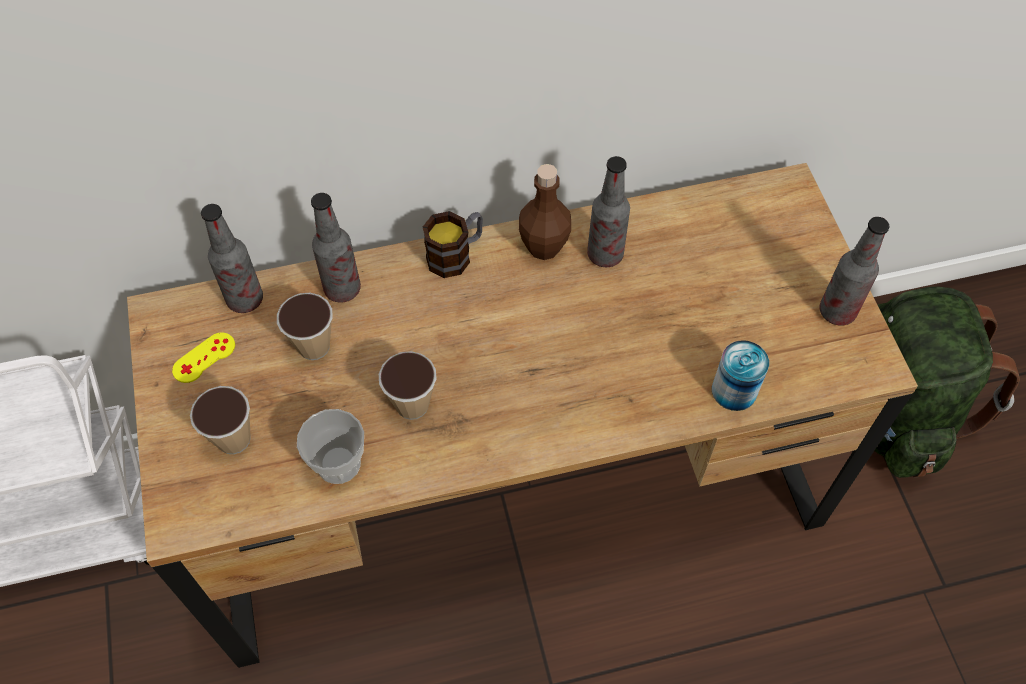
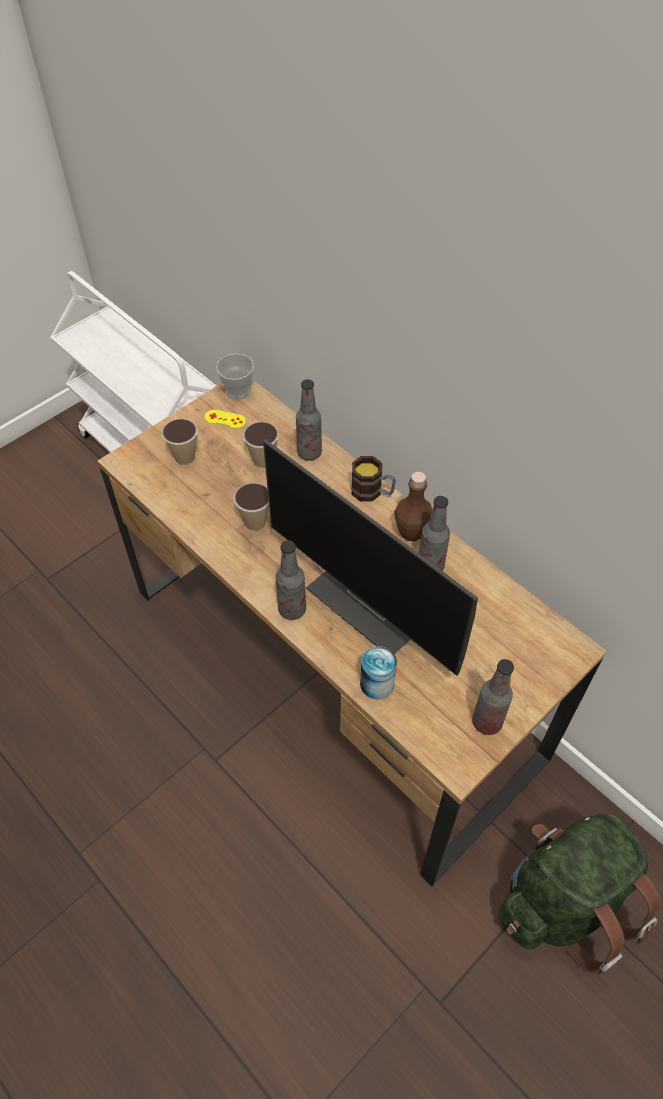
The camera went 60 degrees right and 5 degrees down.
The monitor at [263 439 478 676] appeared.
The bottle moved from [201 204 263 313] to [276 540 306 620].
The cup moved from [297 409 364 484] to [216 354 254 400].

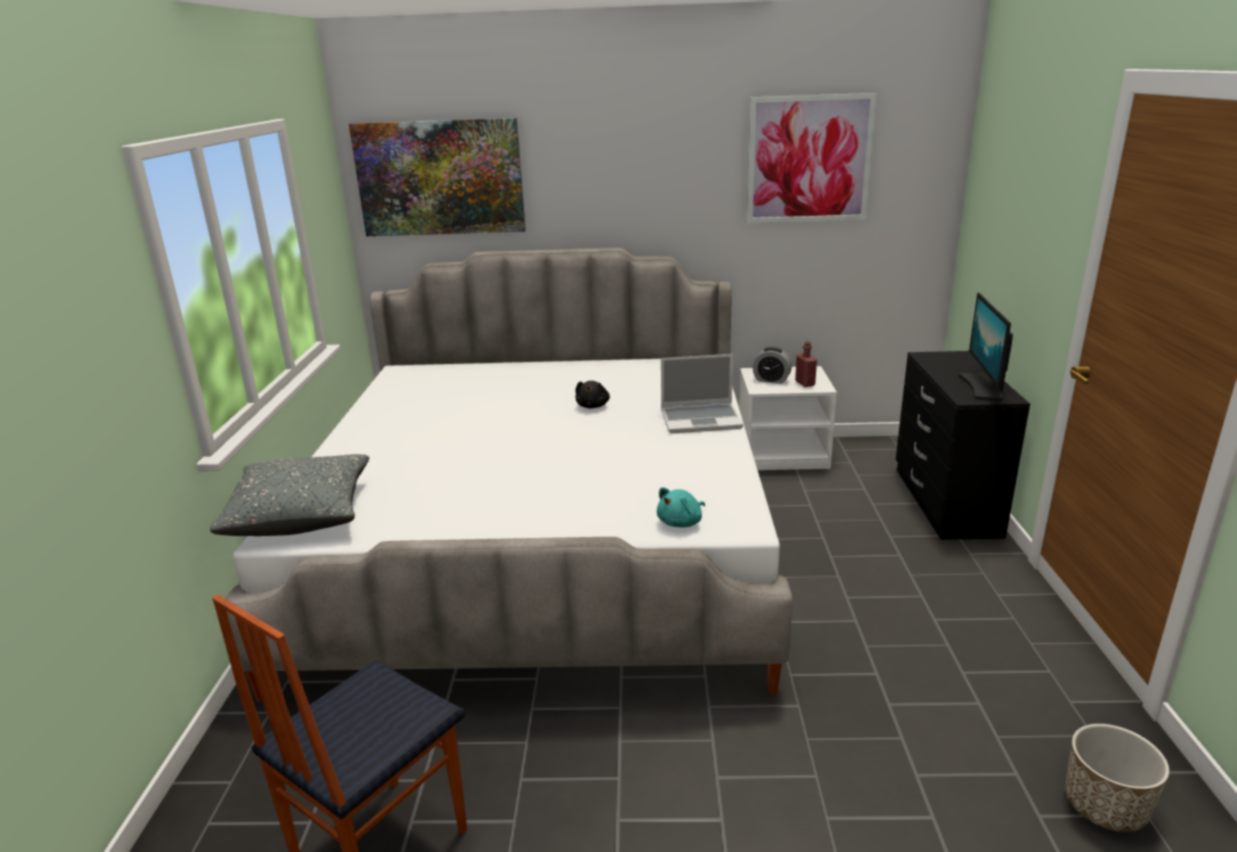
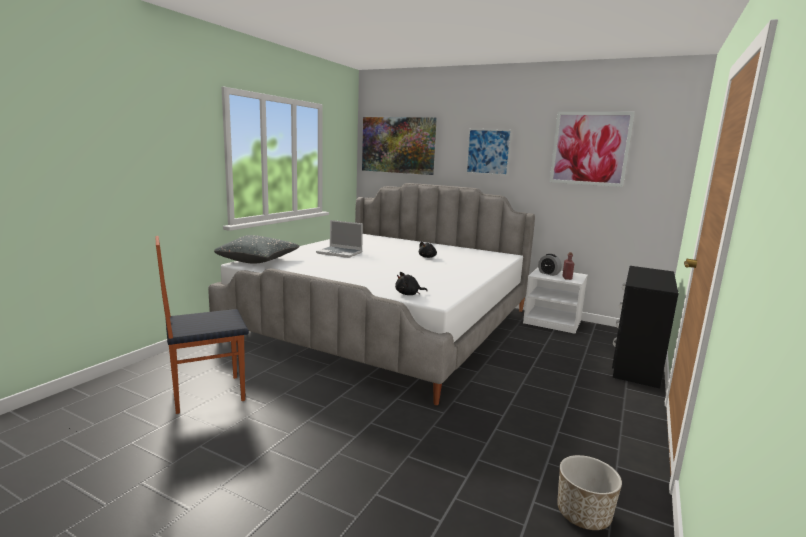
The camera went 25 degrees right and 10 degrees down.
The monitor at [958 293 1013 401] disappeared.
The picture at [465 129 512 176] appeared.
The laptop moved from [661 354 743 433] to [316 220 363 258].
The turquoise plush toy at [657 487 705 528] became the black plush toy at [395 272 428 295].

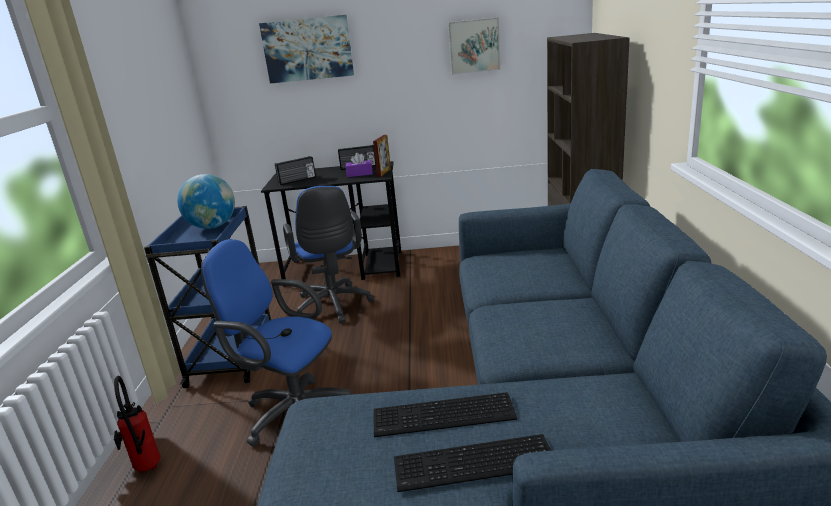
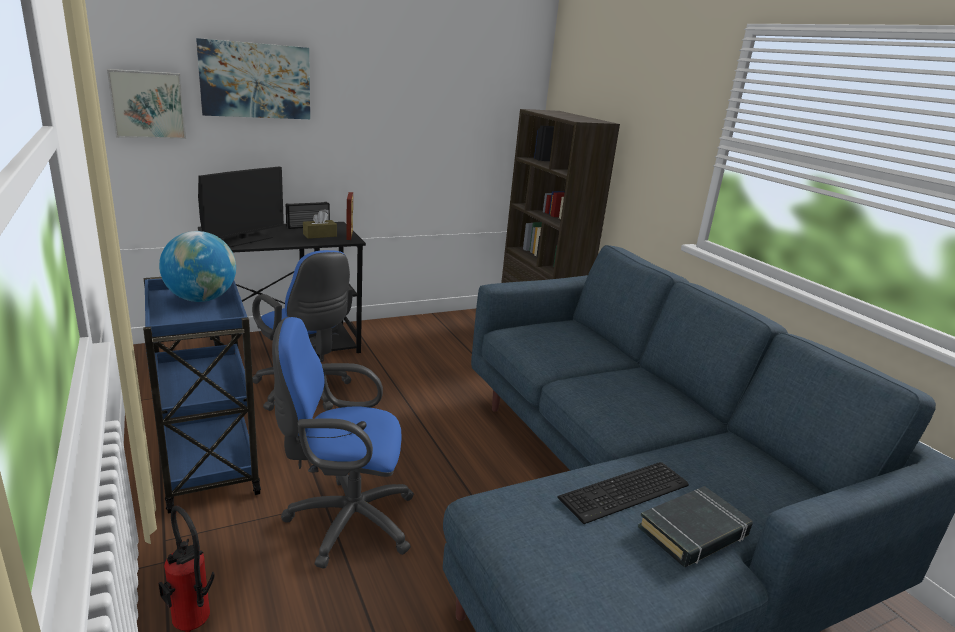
The camera went 30 degrees left and 0 degrees up.
The picture moved from [448 17 501 74] to [107 69 186 139].
The radio at [275 156 316 185] was replaced by the monitor at [198 167 284 247].
The keyboard at [394 434 551 492] was replaced by the black book at [638 486 753 567].
The purple tissue box at [345 153 373 177] became the brown tissue box at [303 211 337 239].

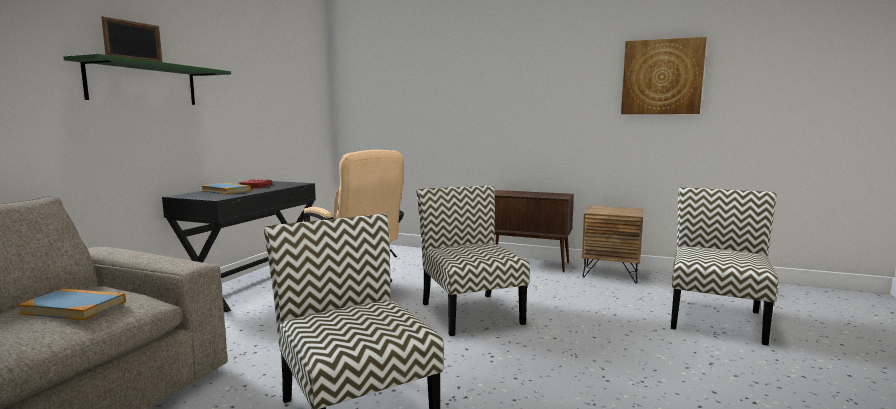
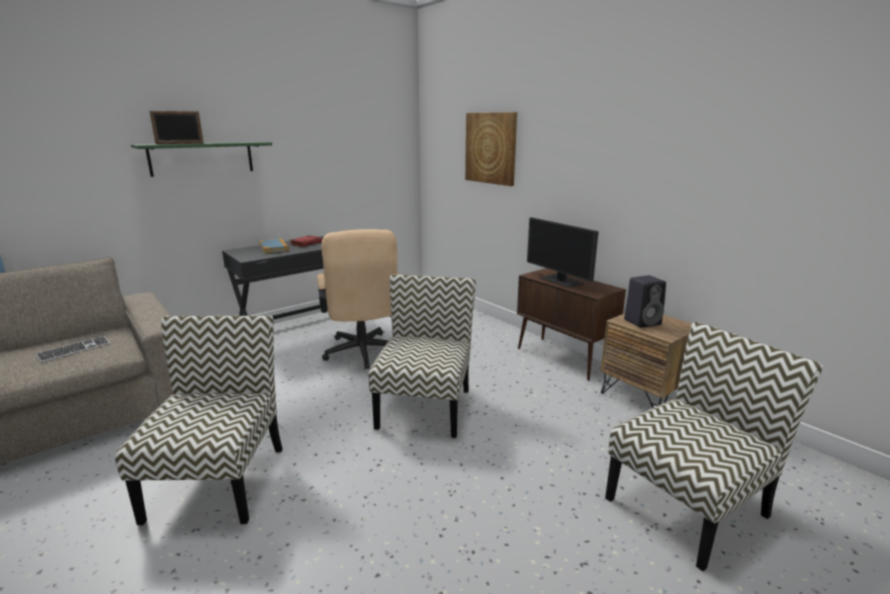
The camera went 30 degrees right and 10 degrees up.
The monitor at [527 217 599 288] appeared.
The black speaker at [624 275 666 328] appeared.
The picture moved from [621 37 707 114] to [465 112 517 186].
The book at [18 289 126 320] was replaced by the keyboard at [36 336 110 362].

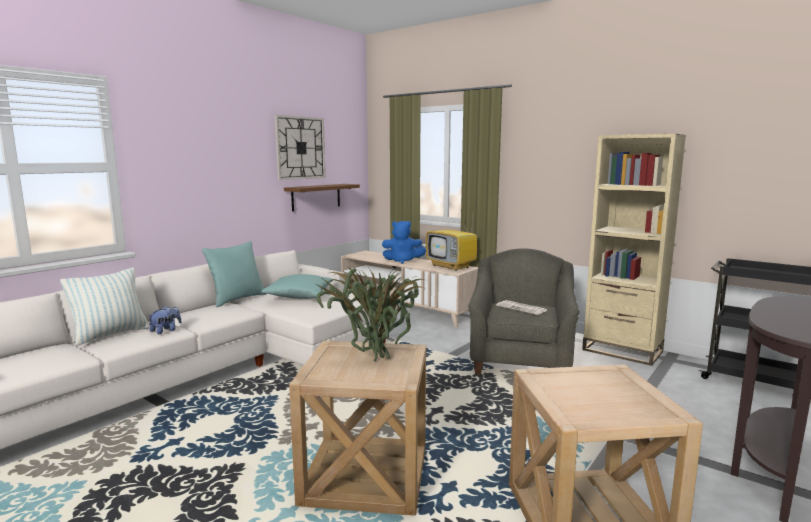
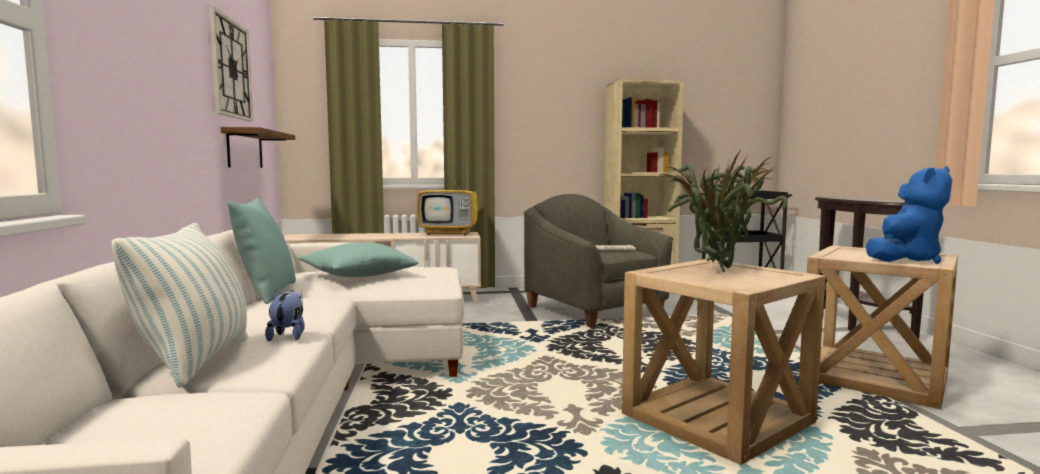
The camera went 45 degrees left and 5 degrees down.
The blue plush toy moved from [382 221 426 264] to [866 166 952 264].

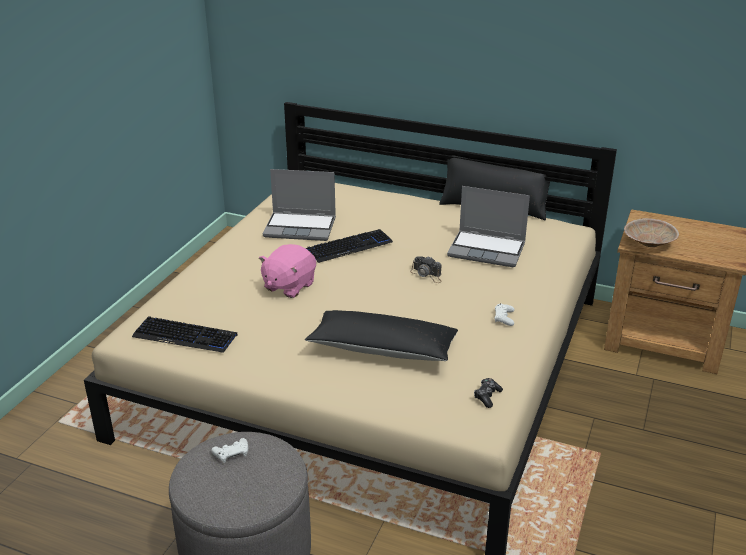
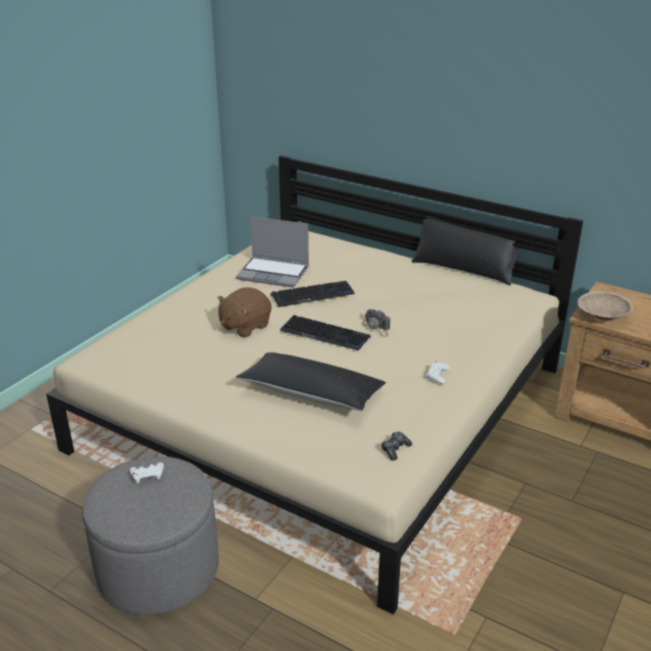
The camera went 10 degrees right and 0 degrees up.
The laptop at [447 186 530 267] disappeared.
The keyboard moved from [132 316 238 353] to [280 315 371 351].
The pink plush toy at [259 244 316 298] became the brown plush toy at [217 287 272 338].

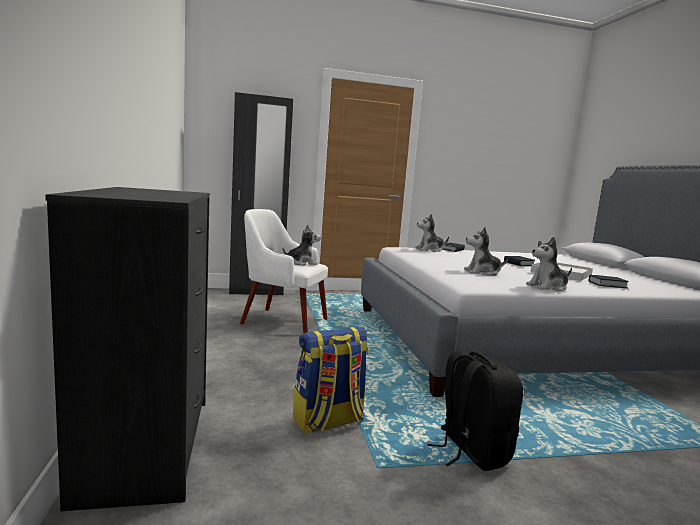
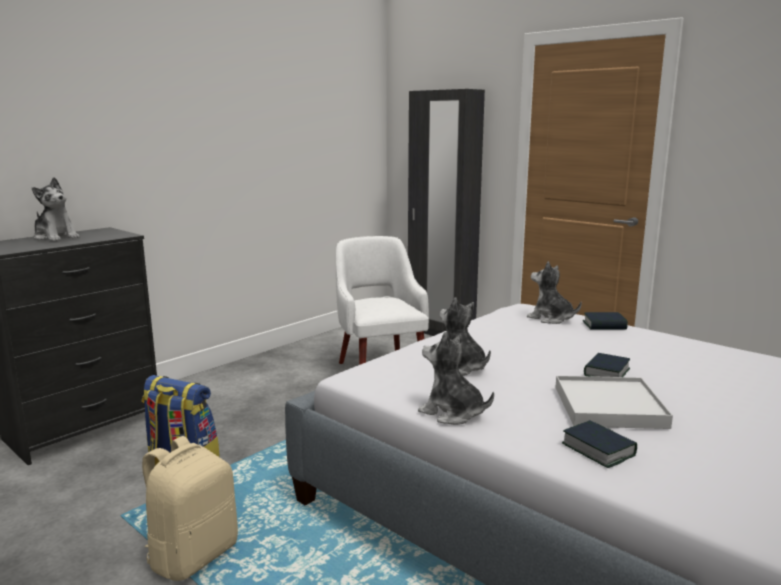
The camera went 55 degrees right and 5 degrees up.
The plush toy moved from [283 224 321 266] to [32 177 80 241].
The black backpack at [427 351 523 471] became the beige backpack at [142 436 238 581].

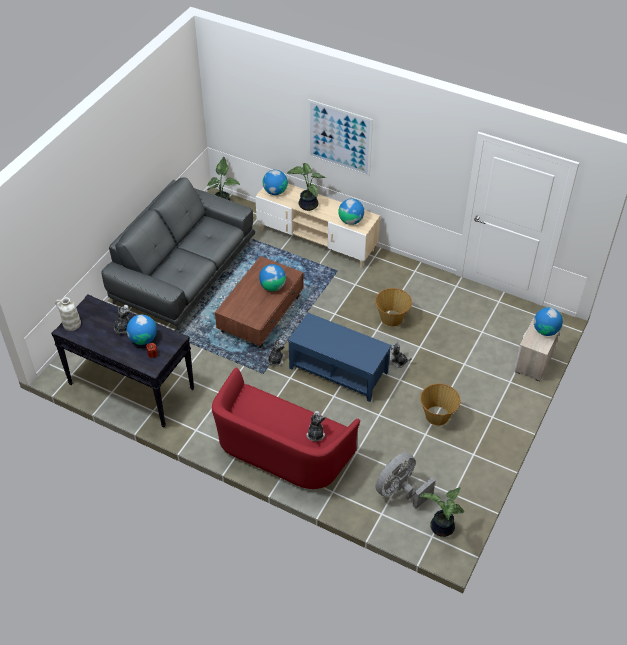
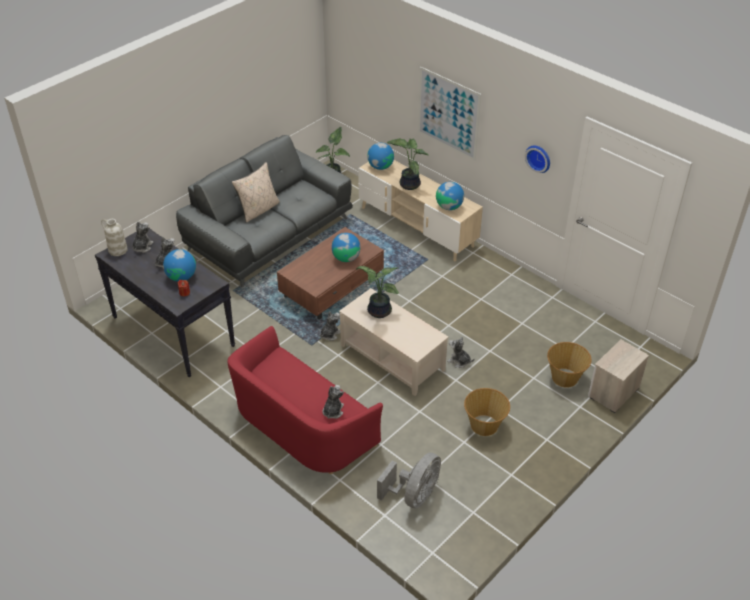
The camera went 15 degrees right and 5 degrees down.
The globe at [534 307 563 336] disappeared.
The plush toy at [133 221 153 253] appeared.
The beige pillow at [232 162 280 223] appeared.
The wall clock at [525 145 550 173] appeared.
The basket moved from [375 288 412 327] to [547 342 592 388].
The potted plant moved from [419 487 464 537] to [356 266 399 318].
The blue coffee table at [288 313 391 402] became the beige coffee table at [339 288 449 396].
The grey fan at [375 452 436 509] turned 150 degrees clockwise.

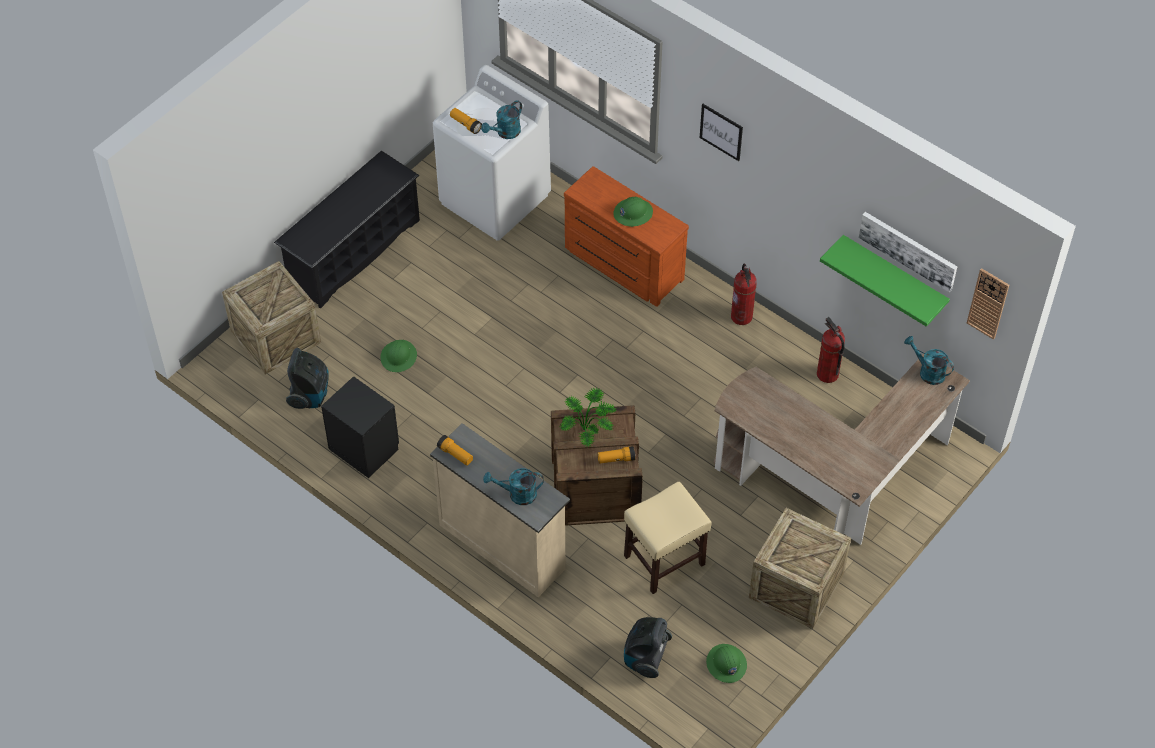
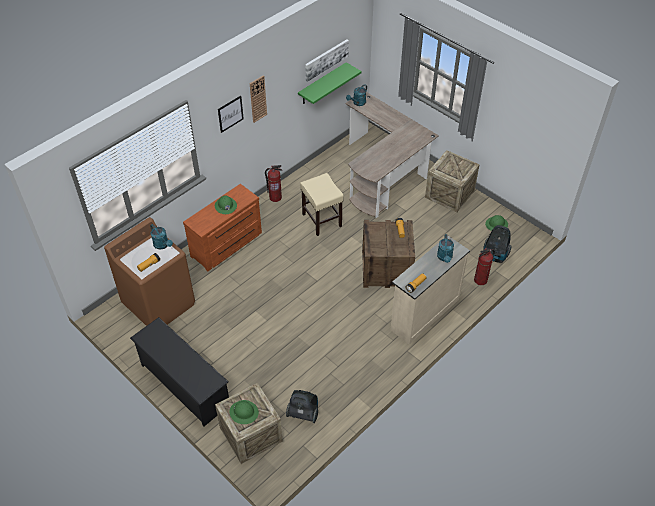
The camera went 85 degrees left and 5 degrees down.
The black nightstand at [321 376 399 478] disappeared.
The potted plant at [560 388 616 447] disappeared.
The green hard hat moved from [380 340 417 372] to [230 400 259 424].
The beige stool moved from [624 482 712 594] to [300 173 344 236].
The fire extinguisher moved from [817 317 845 383] to [474 248 495 285].
The wall clock moved from [967 268 1009 340] to [250 75 267 123].
The white washing machine at [433 65 551 241] became the brown washing machine at [104 217 195 326].

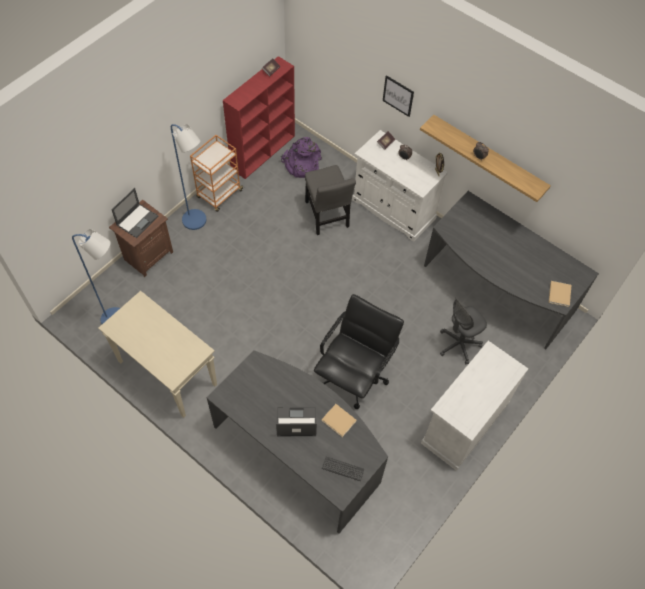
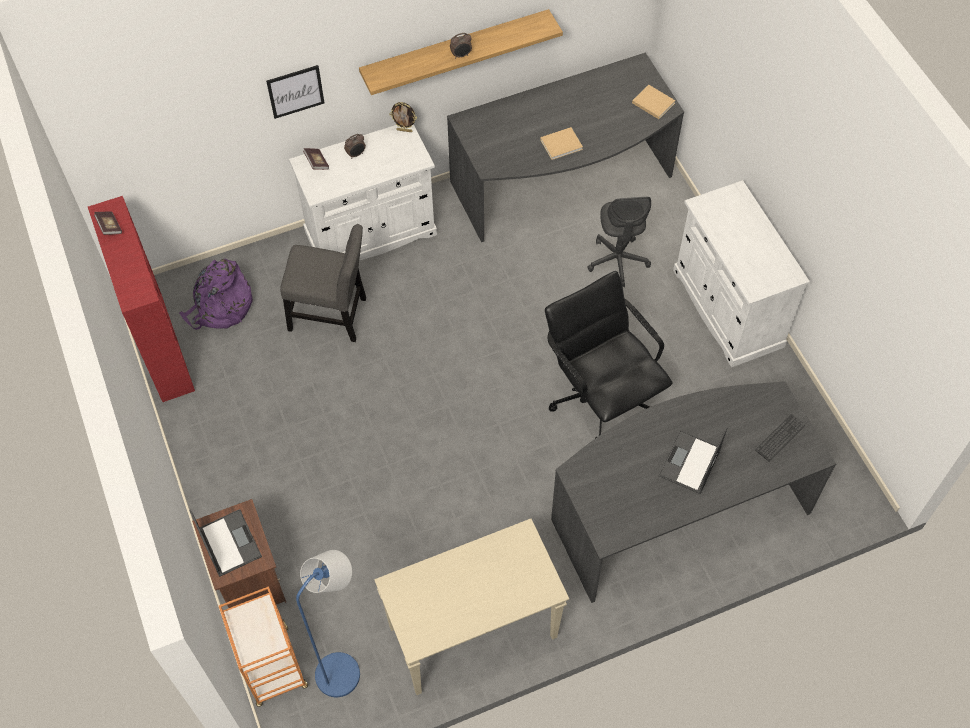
The camera went 60 degrees left and 0 degrees up.
The blue floor lamp at [171 124 207 230] disappeared.
The orange cart moved from [190 135 244 212] to [219 586 308 707].
The beige book moved from [321 404 357 437] to [540 127 583 160].

